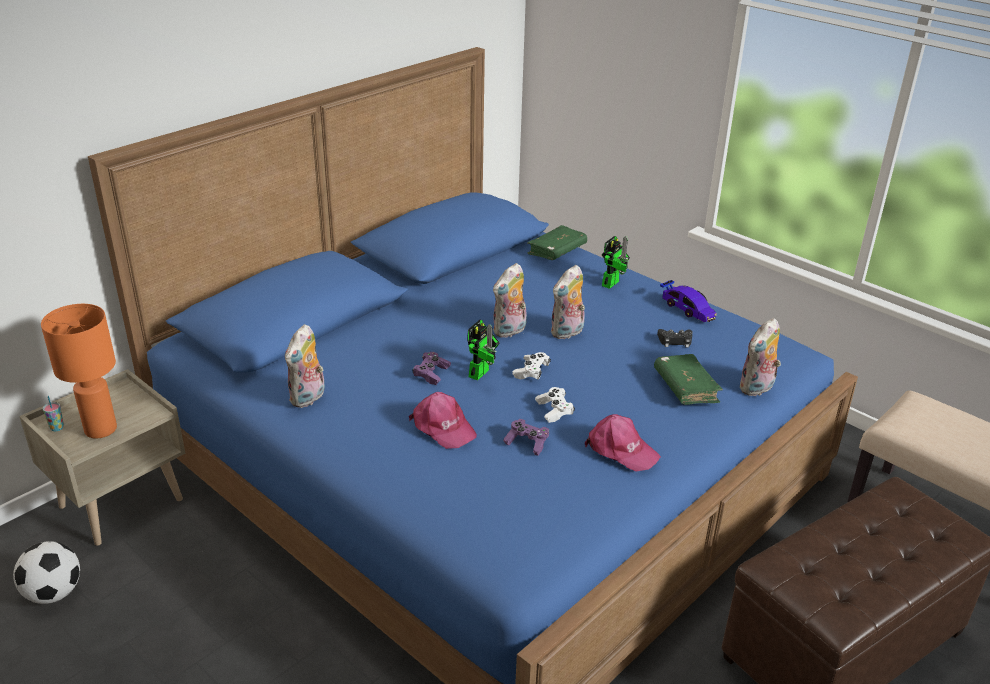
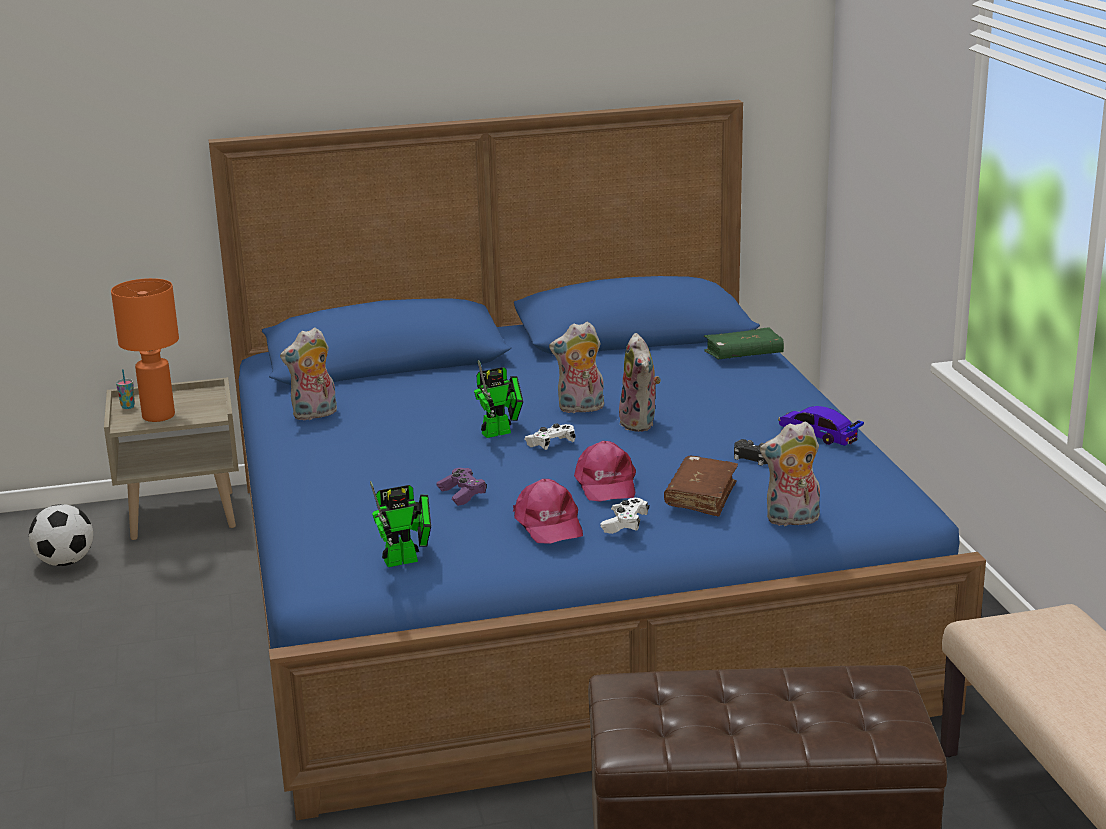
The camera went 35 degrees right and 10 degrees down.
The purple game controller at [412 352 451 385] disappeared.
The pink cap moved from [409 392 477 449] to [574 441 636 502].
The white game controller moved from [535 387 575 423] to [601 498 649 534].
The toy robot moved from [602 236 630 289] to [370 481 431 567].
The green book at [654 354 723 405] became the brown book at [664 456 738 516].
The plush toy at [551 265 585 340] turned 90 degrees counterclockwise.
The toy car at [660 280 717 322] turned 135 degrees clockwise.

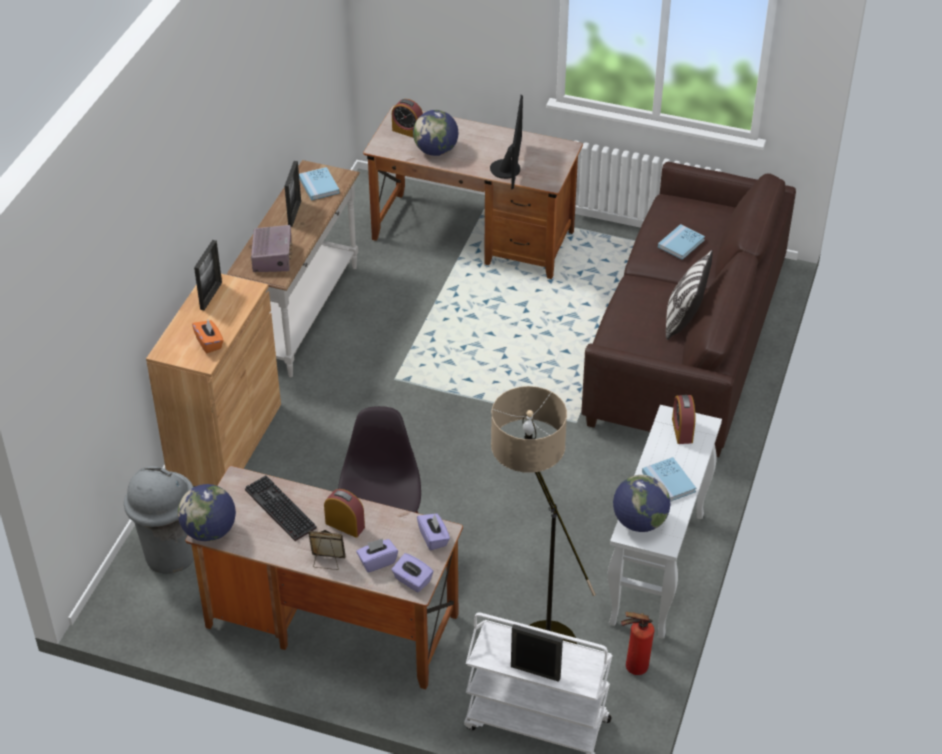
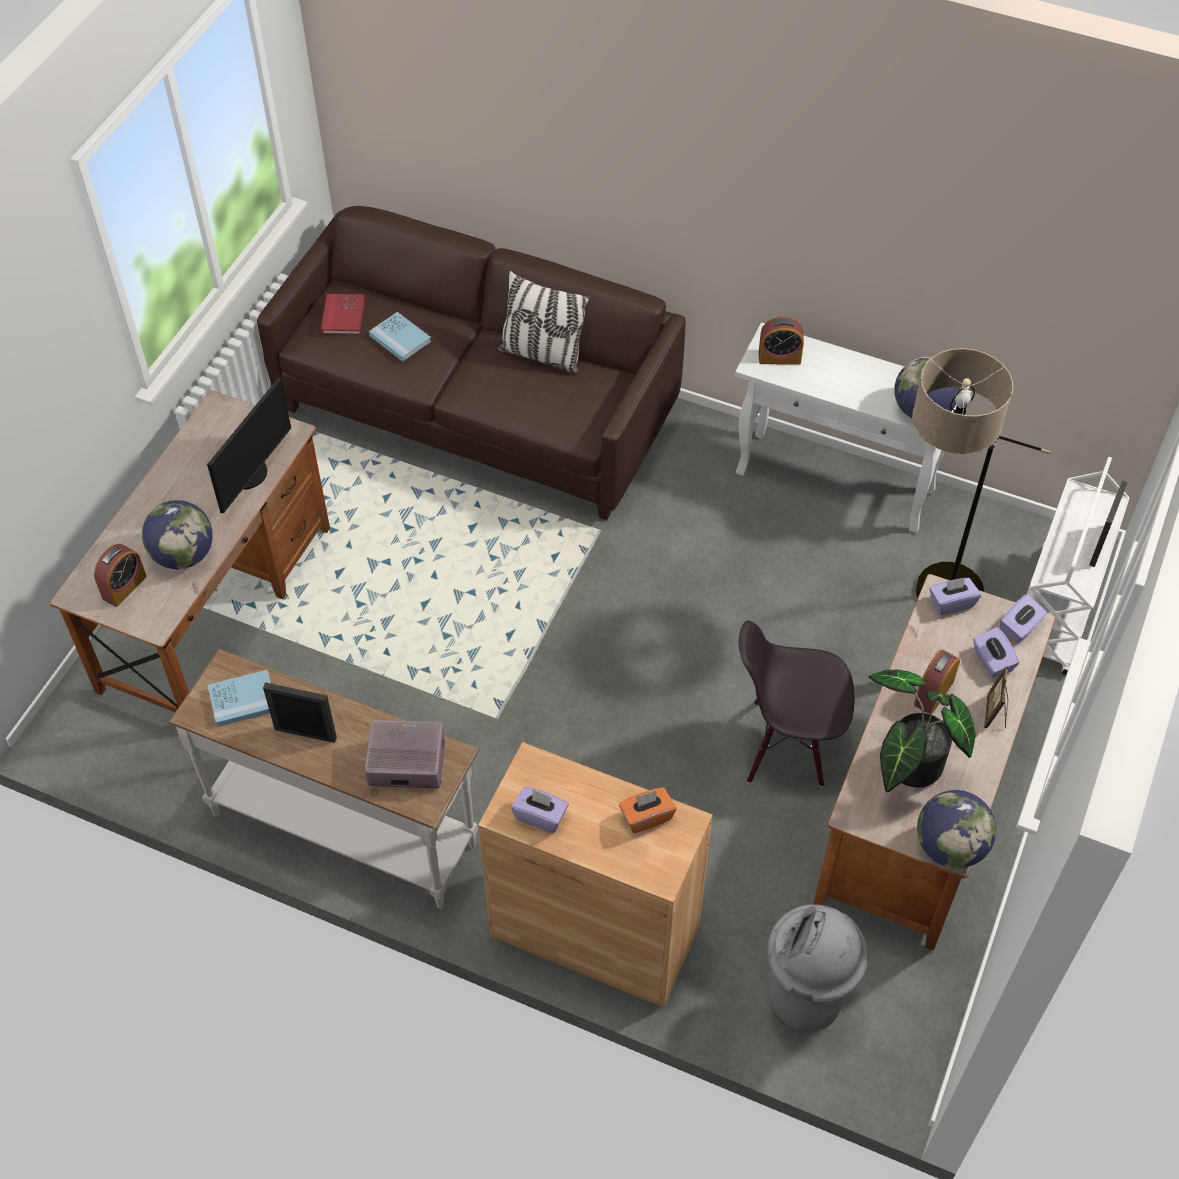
The camera went 85 degrees left and 10 degrees up.
The fire extinguisher at [621 612 654 675] disappeared.
The blue book at [642 457 696 501] disappeared.
The red book at [321 294 365 335] appeared.
The picture frame at [194 240 222 310] was replaced by the purple tissue box at [511 787 569 833].
The keyboard at [245 476 317 541] was replaced by the potted plant at [868 670 976 792].
The monitor at [490 95 523 190] turned 105 degrees clockwise.

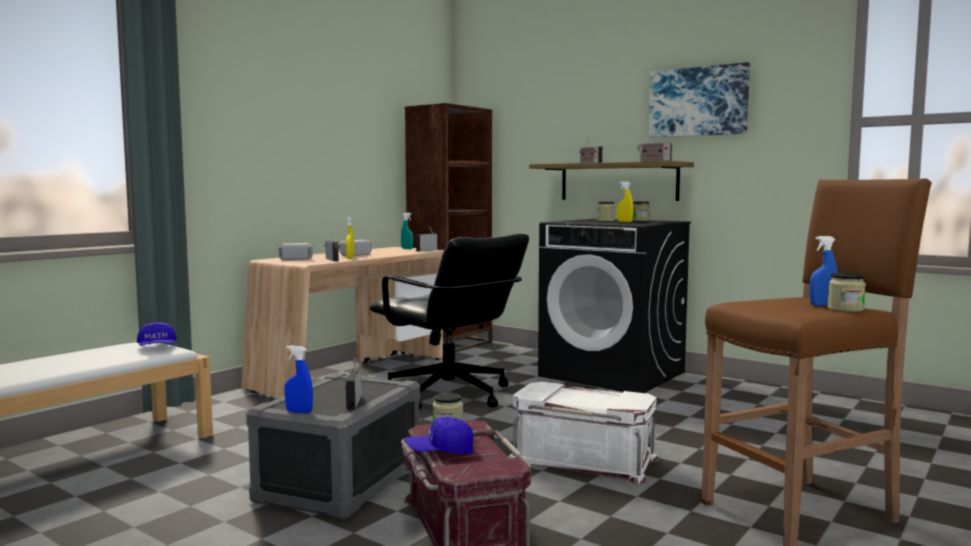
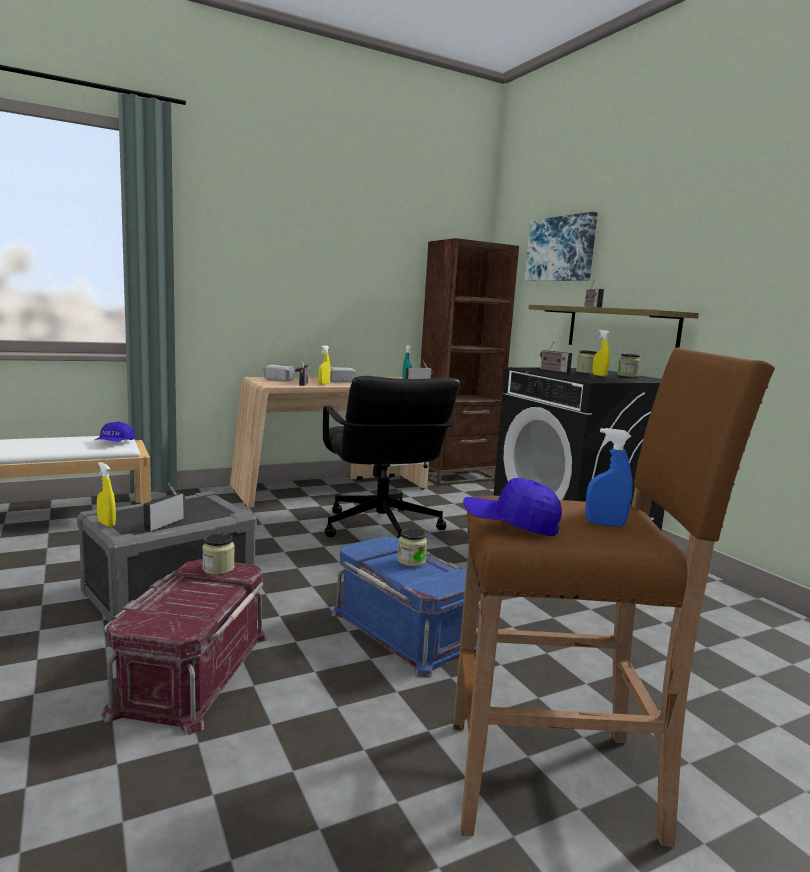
The camera went 25 degrees right and 5 degrees up.
The blue cap moved from [405 417 474 454] to [463 478 562 536].
The radio moved from [638 134 672 162] to [540 341 572 373].
The picture moved from [649 62 750 138] to [525 212 598 281].
The jar moved from [827 273 866 312] to [398 528 427 567].
The blue spray bottle at [284 345 313 413] became the yellow spray bottle at [97 462 116 527].
The white storage box at [509 382 659 484] became the blue storage box at [331 537 480 678].

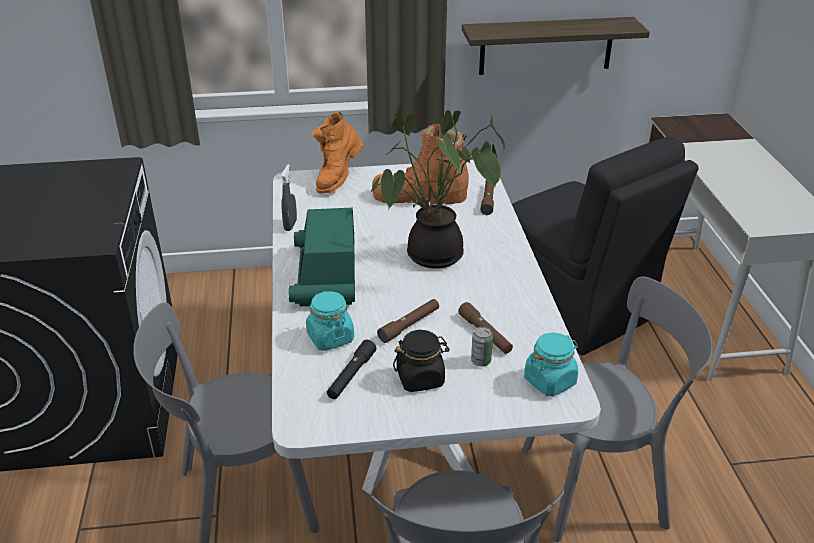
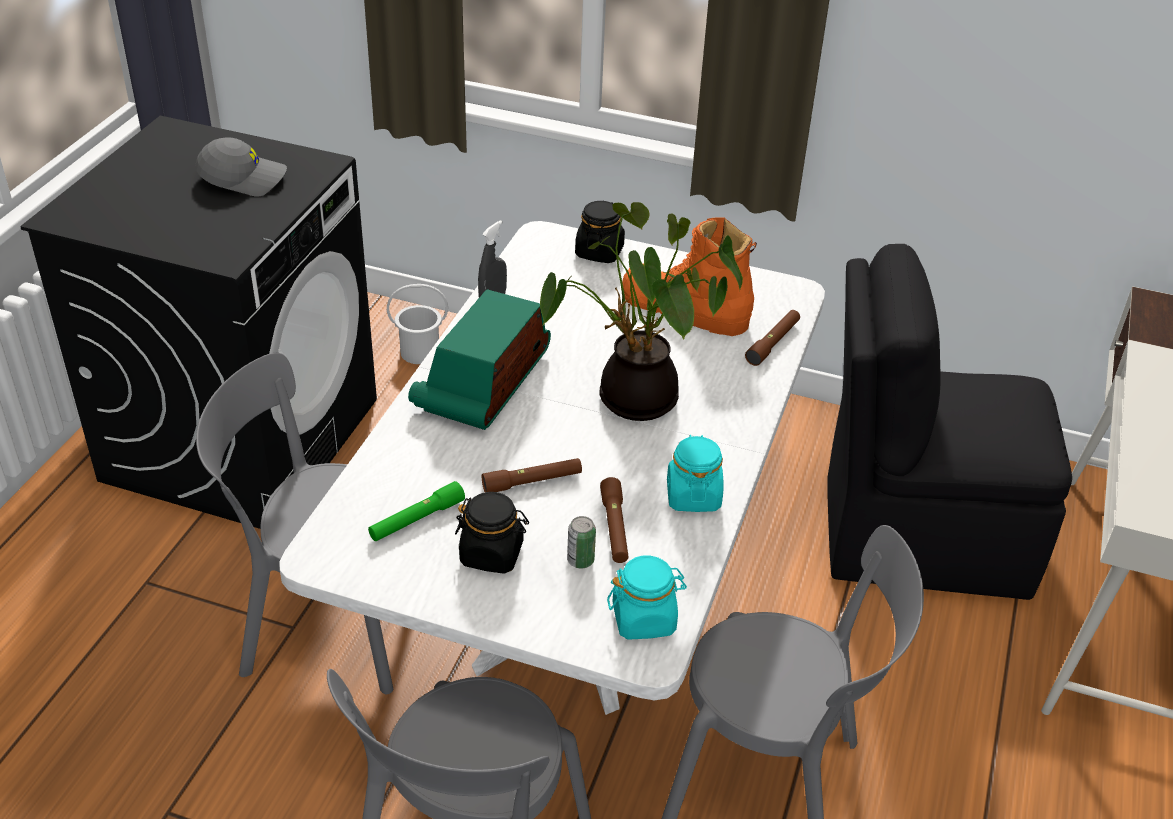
The camera went 25 degrees right and 5 degrees up.
The shelf at [462 17 650 75] disappeared.
The grey cap at [195 137 287 197] appeared.
The white bucket at [387 284 448 364] appeared.
The turquoise jar moved from [306 291 354 351] to [667 435 724 512].
The orange boot at [311 112 363 193] was replaced by the black jar at [575 201 625 263].
The black flashlight at [327 340 376 399] became the green flashlight at [368 481 465 541].
The black chair at [512 137 699 356] turned 105 degrees clockwise.

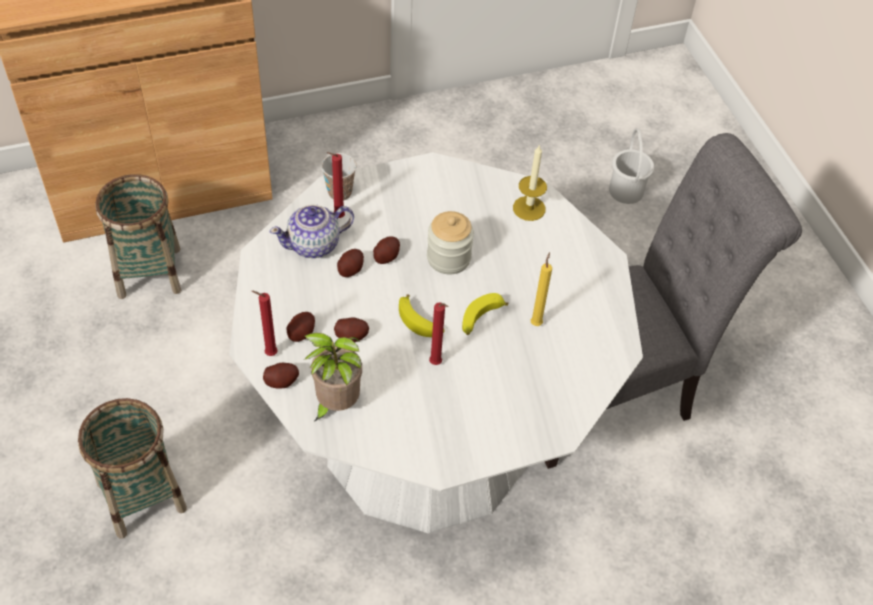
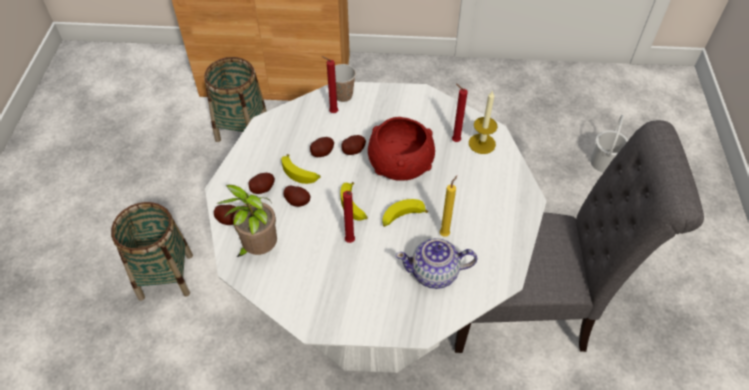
The camera went 25 degrees right and 0 degrees up.
The banana at [282 154 321 184] appeared.
The red candle moved from [252 291 278 356] to [452 84 468 142].
The teapot moved from [270 204 354 258] to [396 238 477 289].
The jar at [427 211 474 274] was replaced by the red bowl at [368 117 435 181].

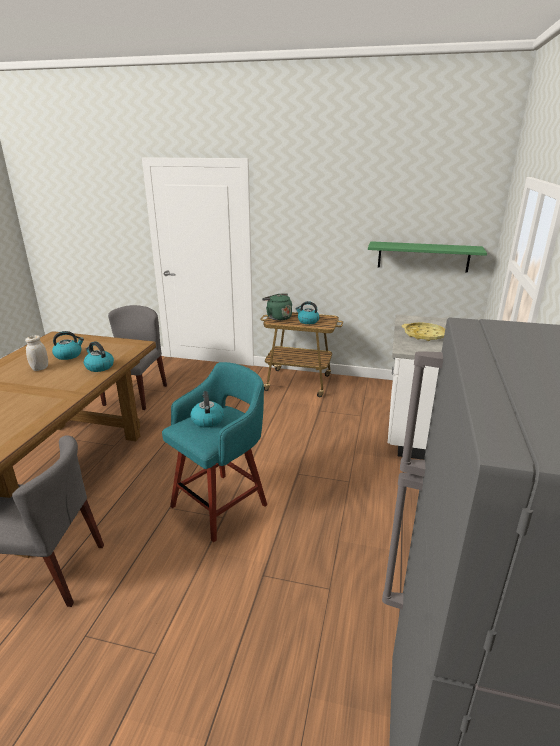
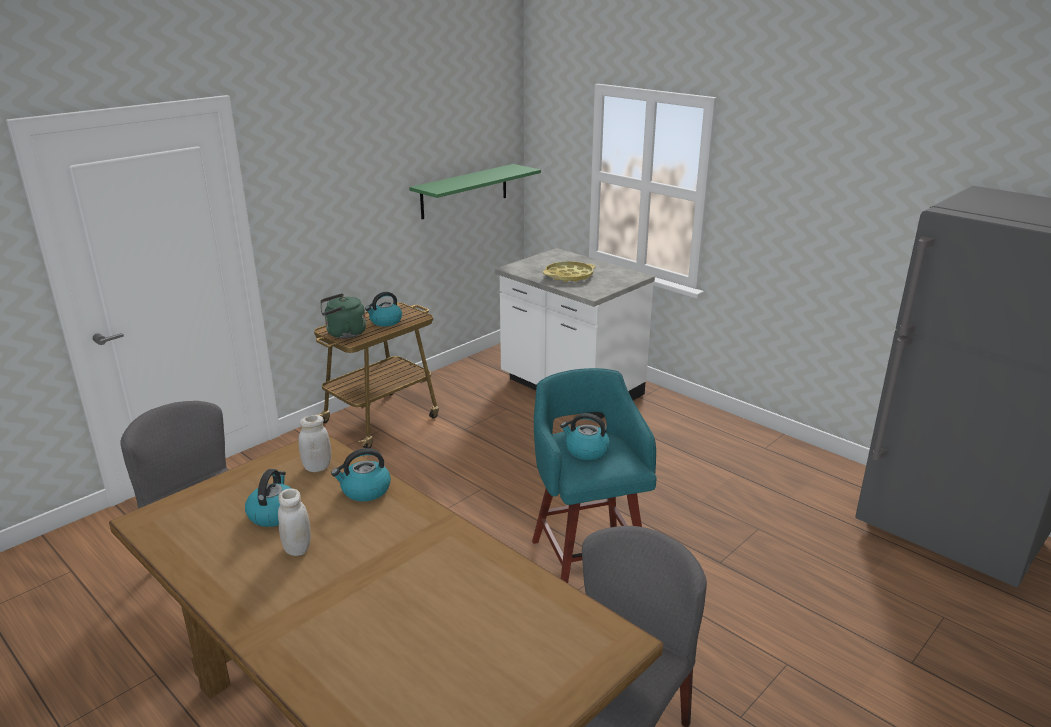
The camera went 60 degrees left and 0 degrees up.
The white jar at [298 415 331 472] appeared.

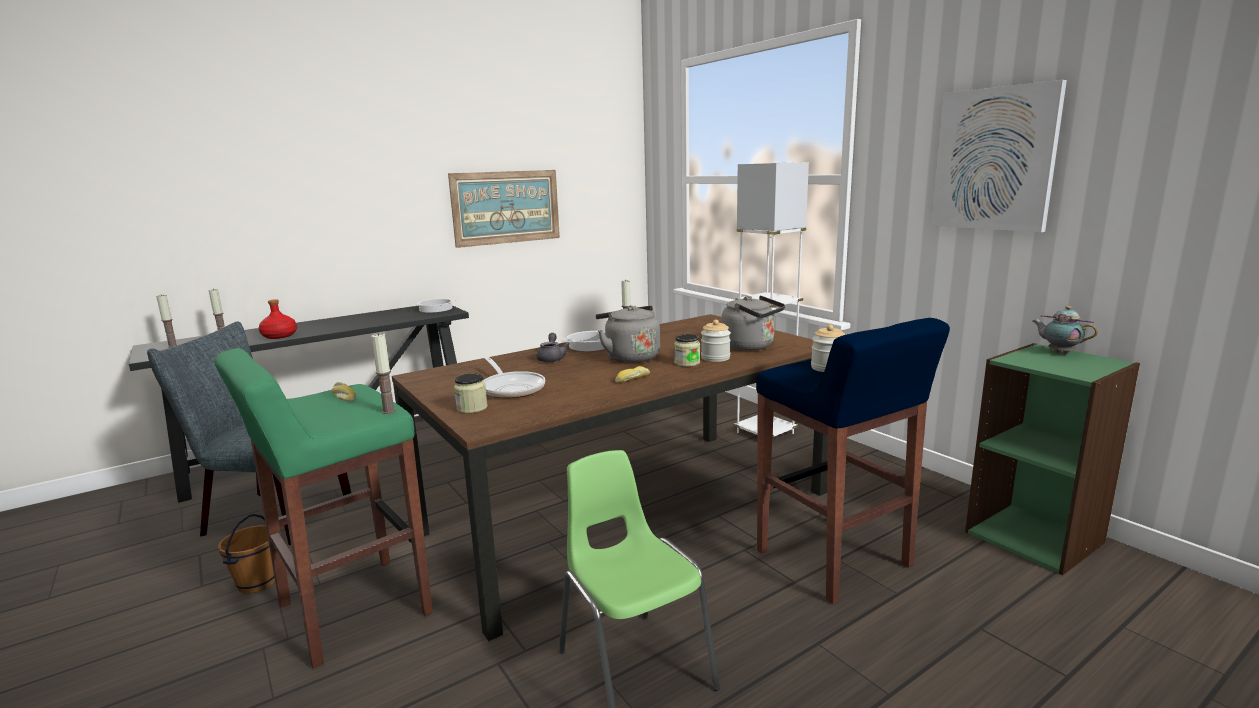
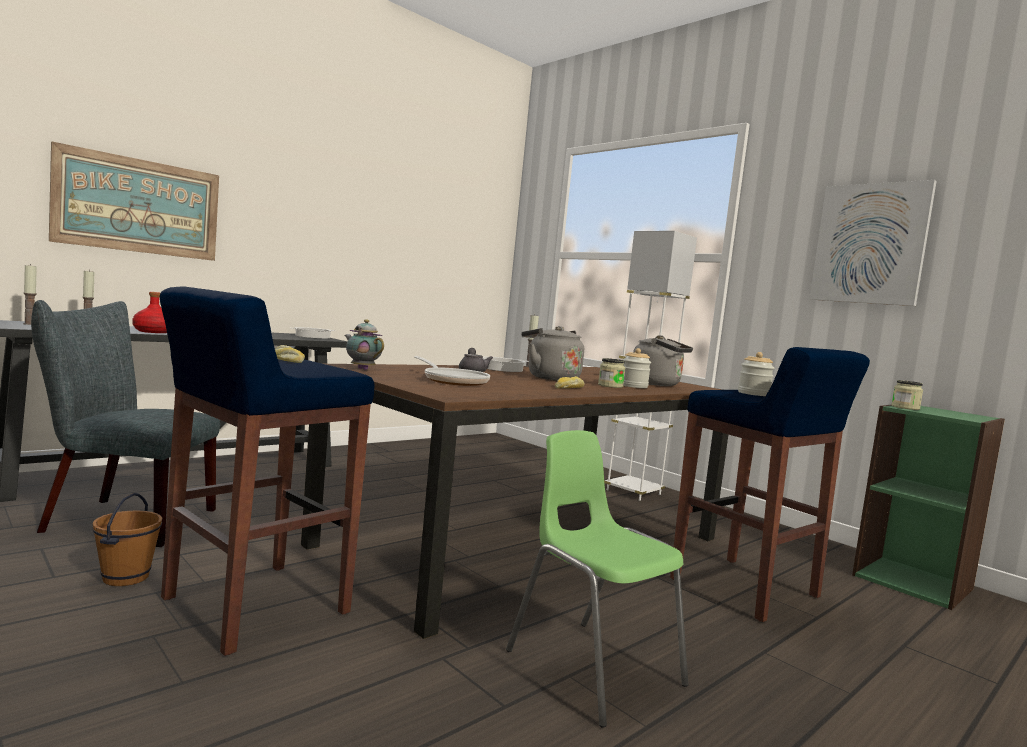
The camera went 10 degrees left and 10 degrees down.
The candle at [371 333 396 414] disappeared.
The picture moved from [448 170 560 248] to [49 141 219 261].
The jar moved from [454 373 488 413] to [891 380 923 410].
The teapot moved from [1033 306 1098 354] to [344 319 384 370].
The green stool at [214 348 433 669] became the blue stool at [160 286 375 656].

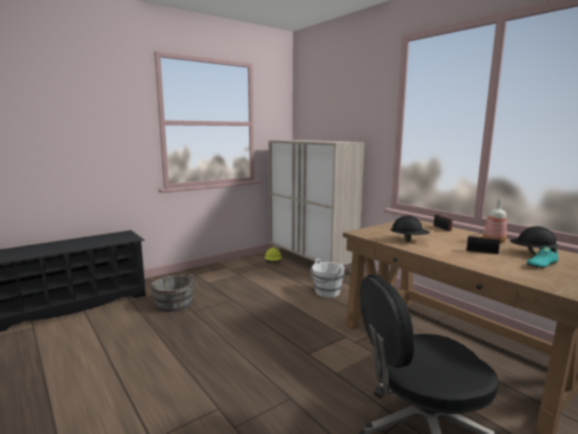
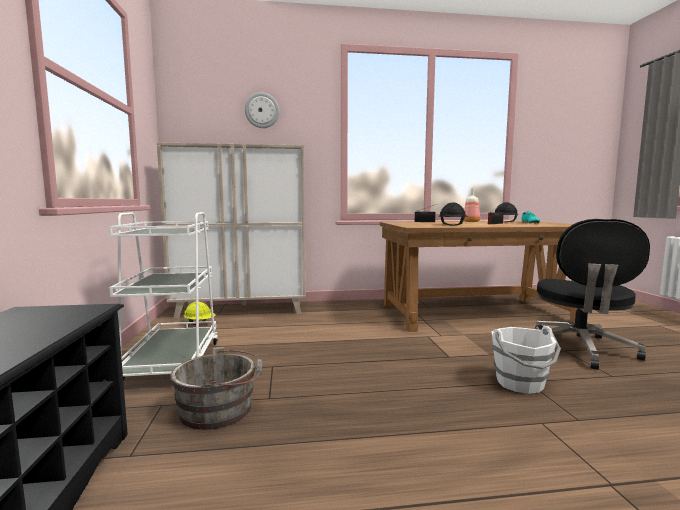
The camera went 60 degrees left and 5 degrees down.
The white cart at [109 212 218 380] appeared.
The wall clock at [245 92 279 128] appeared.
The white bucket moved from [310 259 345 298] to [492 326 561 394].

